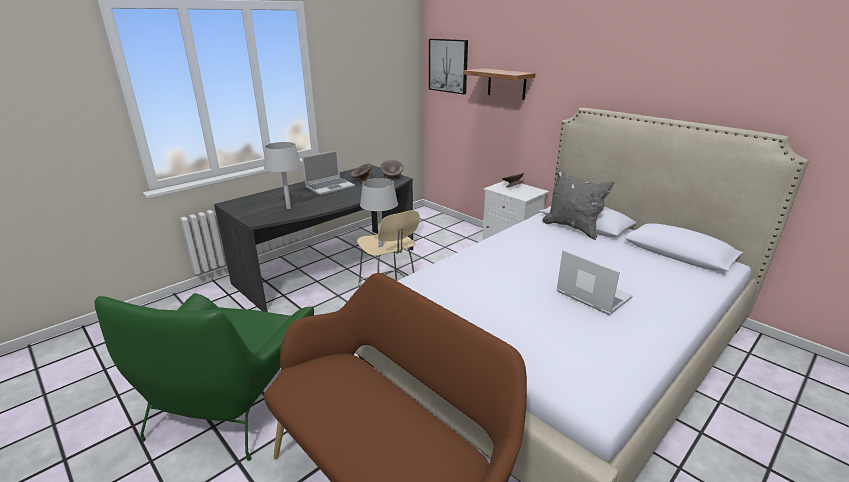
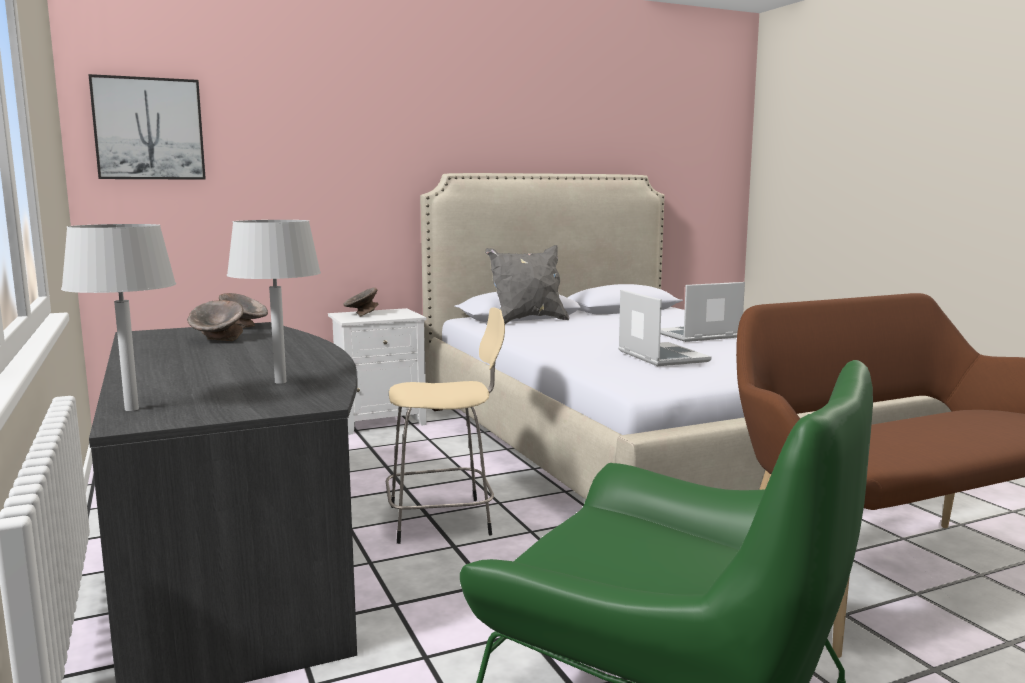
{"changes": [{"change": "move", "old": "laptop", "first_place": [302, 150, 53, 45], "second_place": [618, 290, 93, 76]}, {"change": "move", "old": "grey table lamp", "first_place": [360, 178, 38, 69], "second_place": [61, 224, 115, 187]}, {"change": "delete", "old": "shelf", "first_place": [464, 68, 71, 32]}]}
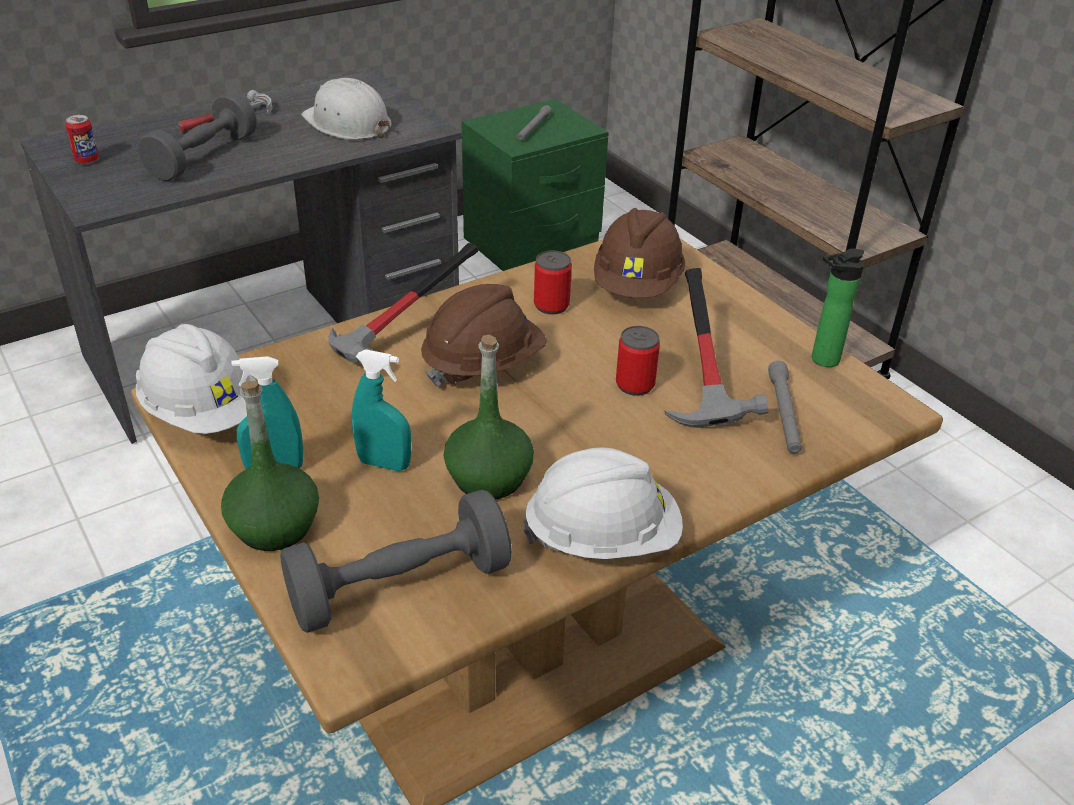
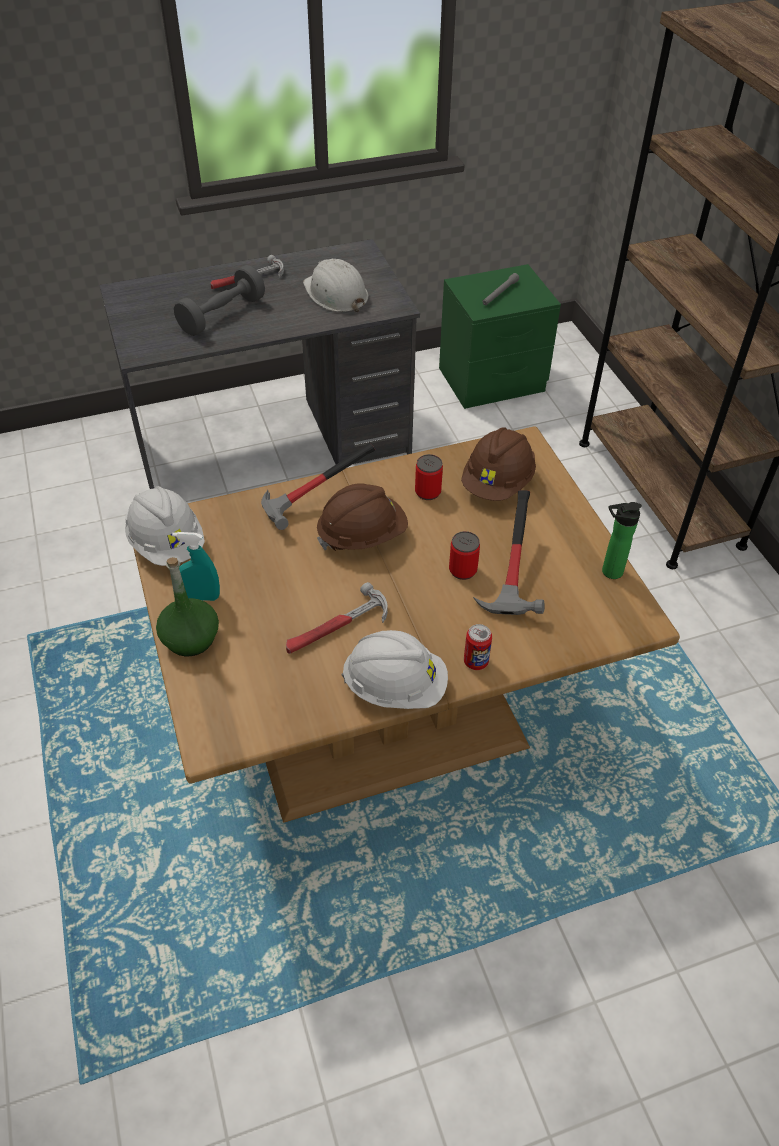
{"changes": [{"change": "move", "old": "can", "first_place": [65, 115, 34, 49], "second_place": [464, 624, 28, 46]}, {"change": "delete", "old": "grey dumbbell", "first_place": [280, 490, 232, 143]}, {"change": "delete", "old": "turquoise spray bottle", "first_place": [352, 350, 59, 121]}, {"change": "replace", "old": "green bottle", "new": "hammer", "first_place": [444, 335, 90, 164], "second_place": [286, 582, 102, 72]}, {"change": "delete", "old": "grey flashlight", "first_place": [768, 361, 34, 93]}]}
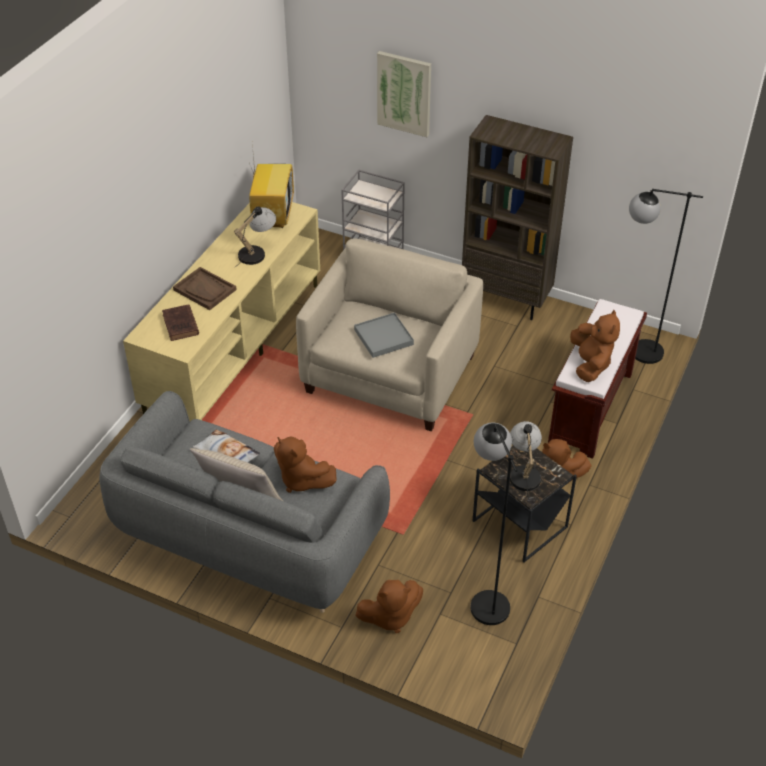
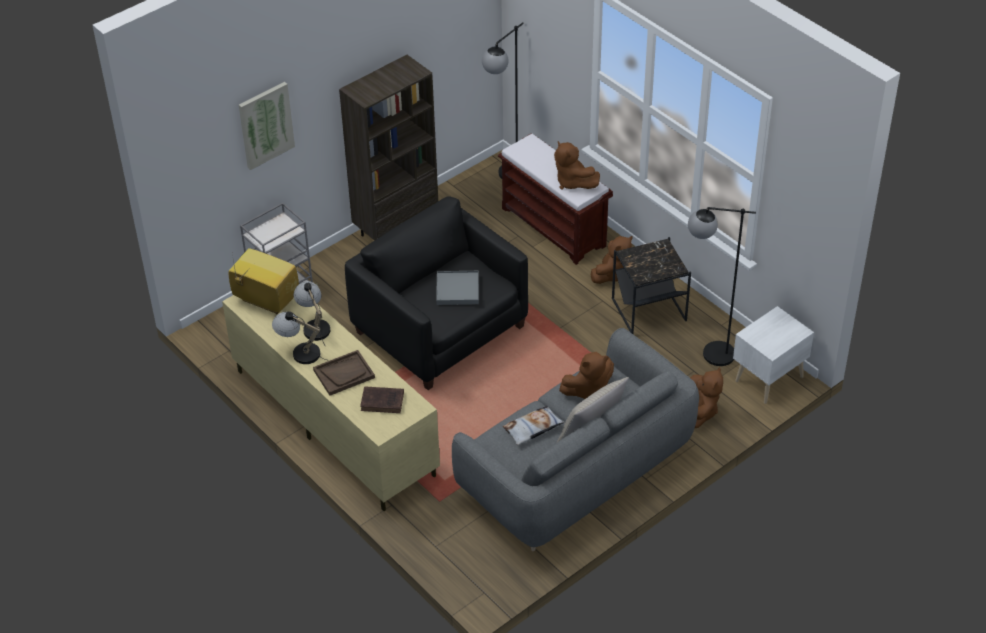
{"changes": [{"change": "recolor", "old": "beige armchair", "new": "black armchair", "first_place": [296, 238, 187, 194], "second_place": [345, 196, 183, 194]}, {"change": "move", "old": "table lamp", "first_place": [510, 421, 32, 79], "second_place": [272, 311, 57, 53]}, {"change": "rotate", "old": "brown plush toy", "first_place": [570, 310, 50, 72], "second_place": [554, 141, 46, 49], "degrees": -150}, {"change": "insert", "new": "white nightstand", "second_place": [733, 306, 81, 98]}]}
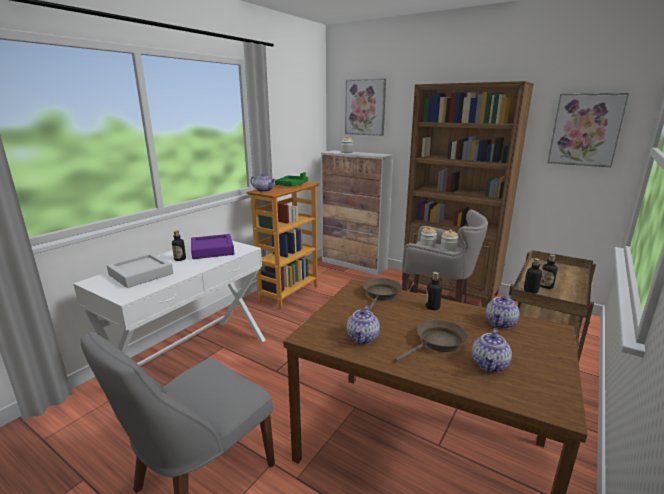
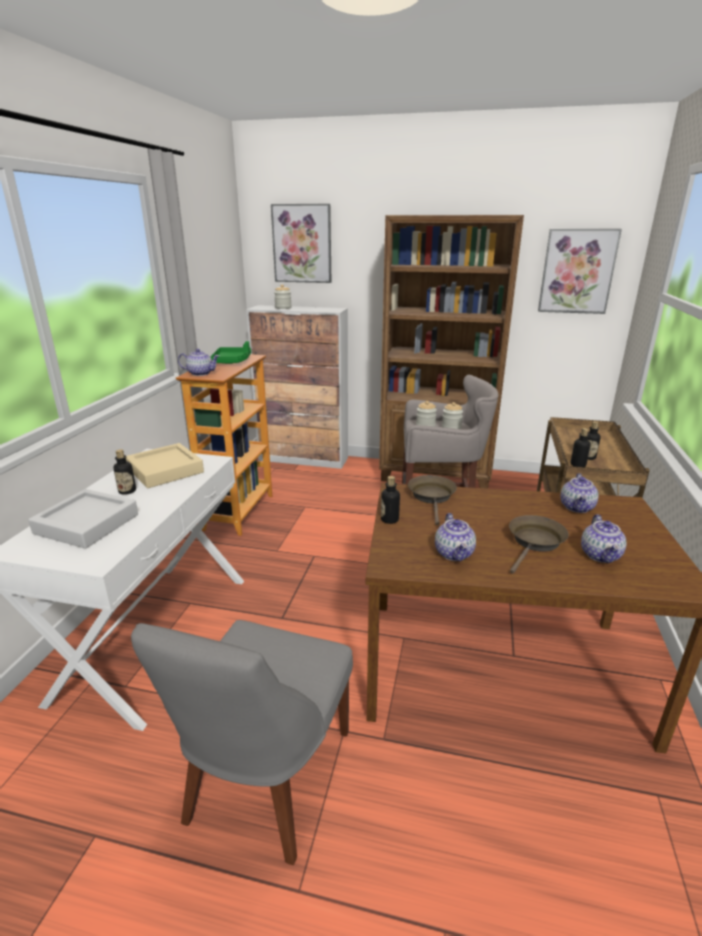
{"changes": [{"change": "recolor", "old": "purple tray", "new": "beige tray", "first_place": [191, 234, 43, 25], "second_place": [126, 443, 78, 45]}, {"change": "move", "old": "bottle", "first_place": [425, 272, 17, 38], "second_place": [381, 476, 19, 48]}]}
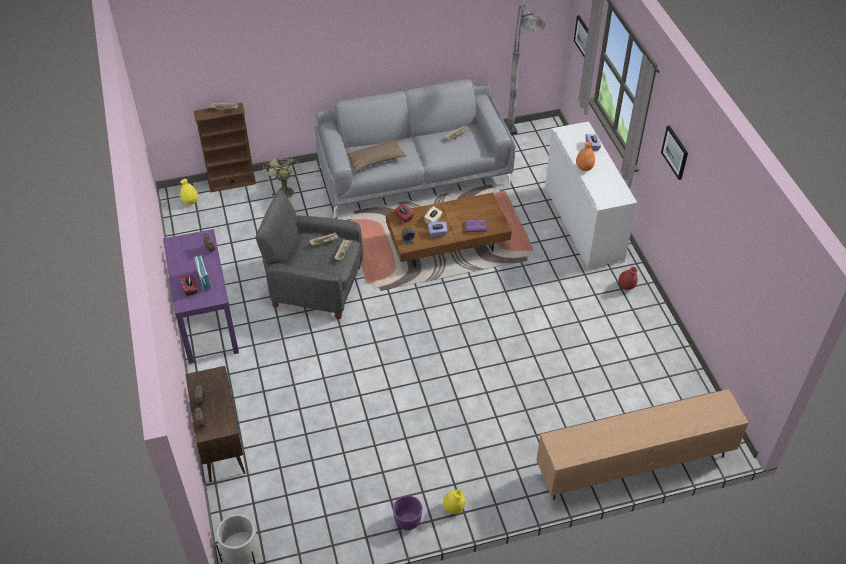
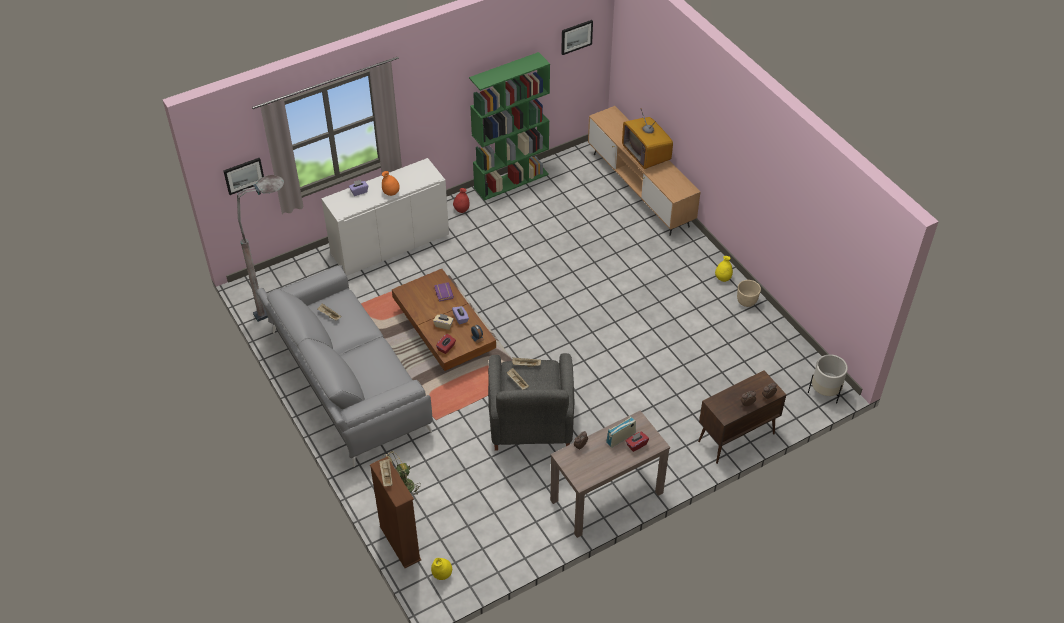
{"changes": [{"change": "recolor", "old": "purple console table", "new": "brown console table", "first_place": [163, 229, 76, 135], "second_place": [550, 410, 120, 128]}, {"change": "delete", "old": "brown pillow", "first_place": [347, 139, 60, 33]}, {"change": "recolor", "old": "purple planter", "new": "beige planter", "first_place": [393, 496, 29, 34], "second_place": [737, 280, 24, 27]}, {"change": "move", "old": "picture", "first_place": [661, 125, 27, 55], "second_place": [561, 20, 32, 35]}, {"change": "insert", "new": "green bookcase", "second_place": [469, 52, 81, 149]}, {"change": "insert", "new": "television", "second_place": [622, 108, 51, 61]}]}
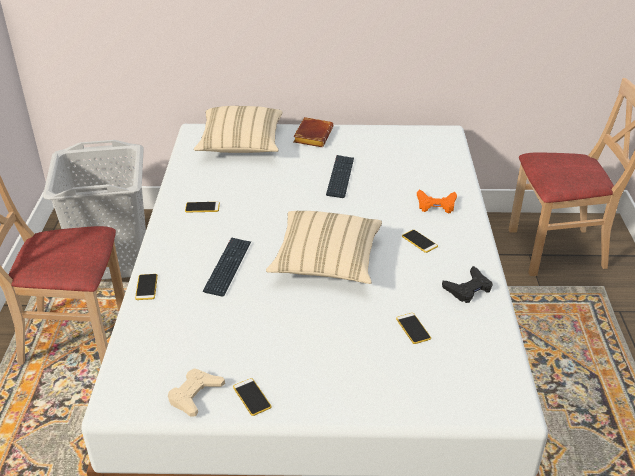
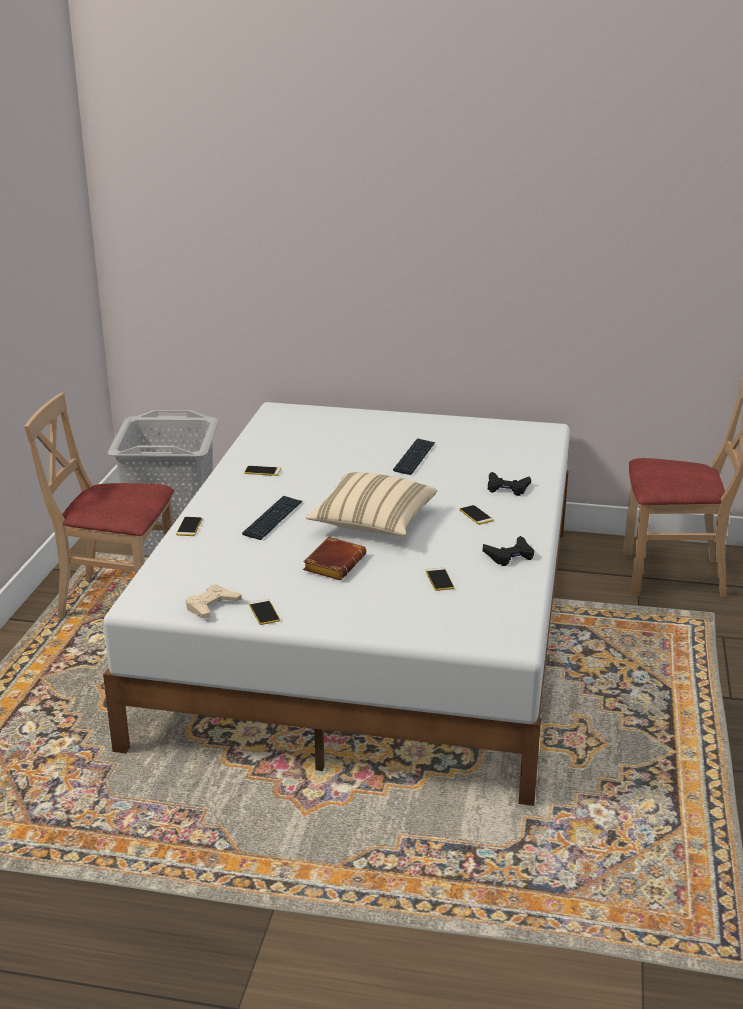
{"changes": [{"change": "delete", "old": "beige pillow", "first_place": [194, 106, 89, 47]}, {"change": "move", "old": "brown book", "first_place": [293, 117, 40, 30], "second_place": [303, 537, 63, 43]}, {"change": "recolor", "old": "orange game controller", "new": "black game controller", "first_place": [417, 190, 40, 24], "second_place": [488, 472, 43, 24]}]}
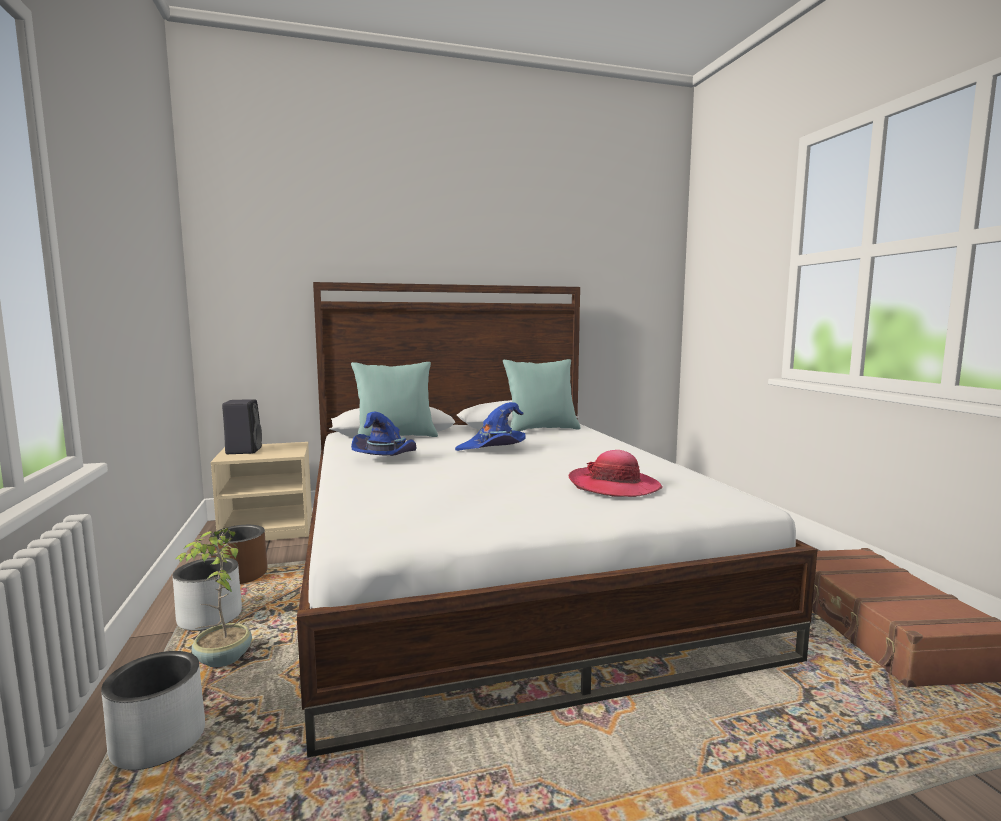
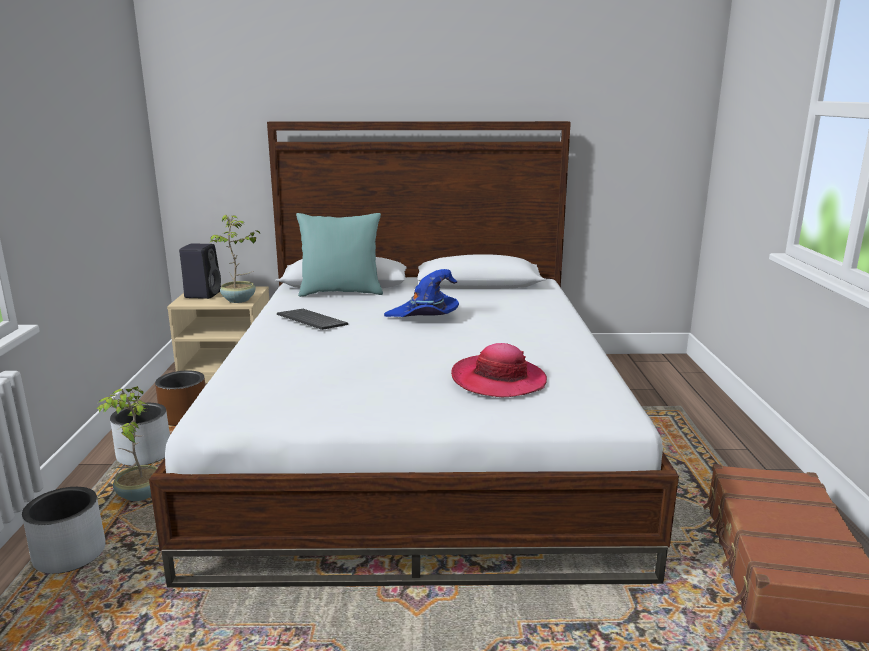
{"changes": [{"change": "replace", "old": "blue hat", "new": "keyboard", "first_place": [351, 412, 65, 44], "second_place": [277, 309, 71, 21]}, {"change": "delete", "old": "turquoise pillow", "first_place": [503, 359, 77, 72]}, {"change": "insert", "new": "potted plant", "second_place": [209, 215, 51, 88]}]}
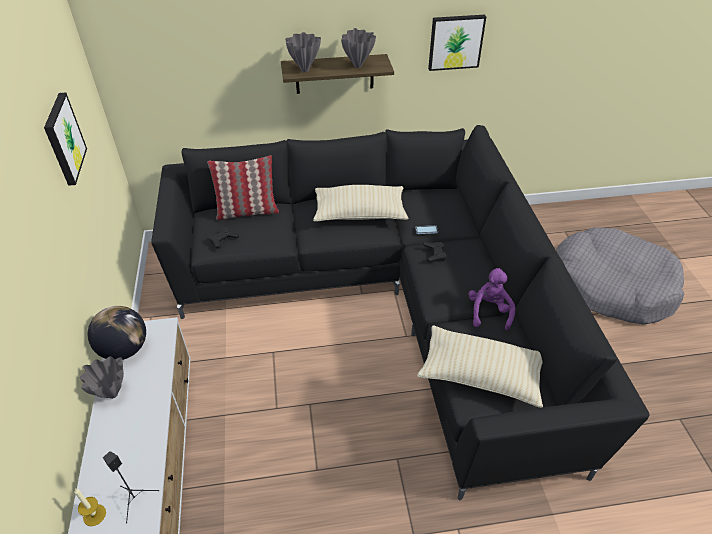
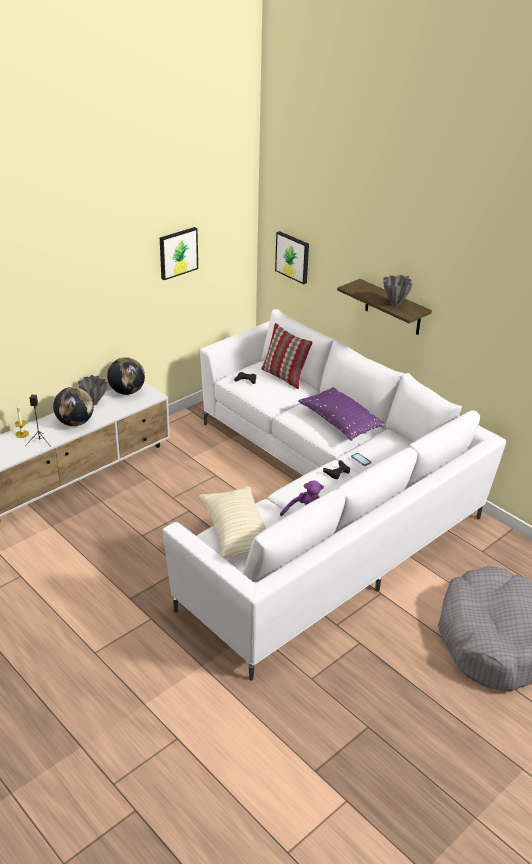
{"changes": [{"change": "recolor", "old": "black sofa", "new": "white sofa", "first_place": [151, 125, 498, 375], "second_place": [163, 309, 343, 372]}, {"change": "delete", "old": "grey vase", "first_place": [285, 32, 36, 40]}, {"change": "recolor", "old": "beige pillow", "new": "purple pillow", "first_place": [313, 185, 96, 37], "second_place": [298, 387, 88, 53]}, {"change": "move", "old": "picture", "first_place": [428, 15, 58, 56], "second_place": [275, 231, 34, 53]}, {"change": "insert", "new": "globe", "second_place": [53, 387, 41, 39]}]}
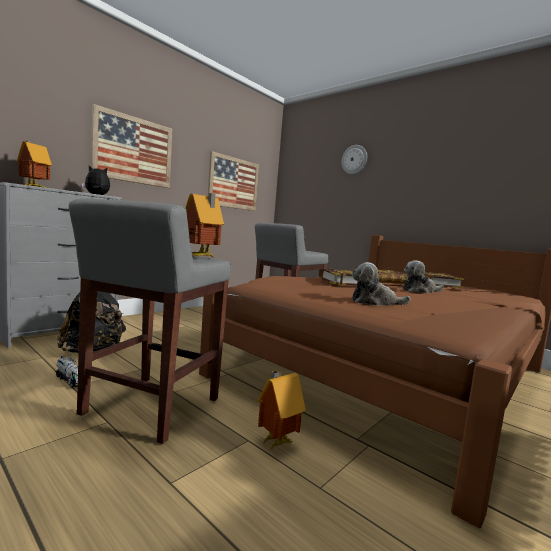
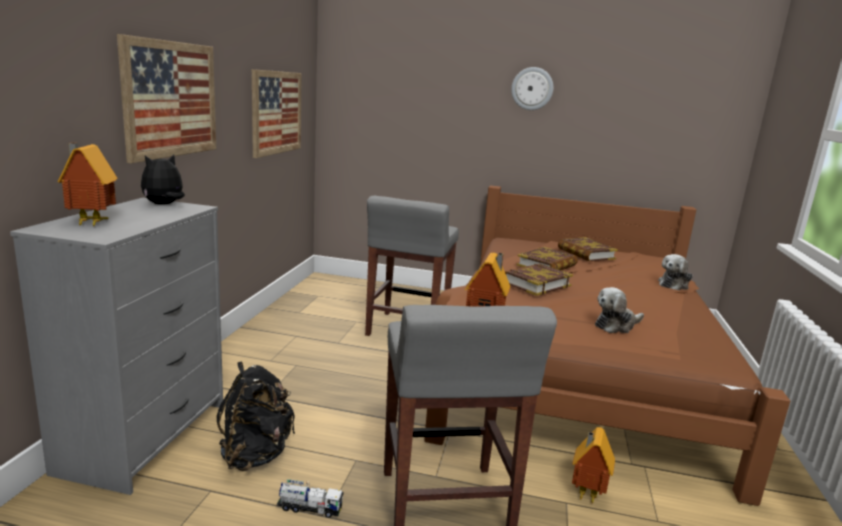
{"changes": [{"change": "move", "old": "wall clock", "first_place": [342, 145, 25, 29], "second_place": [511, 67, 43, 43]}, {"change": "move", "old": "plush toy", "first_place": [403, 260, 41, 33], "second_place": [658, 254, 35, 36]}]}
